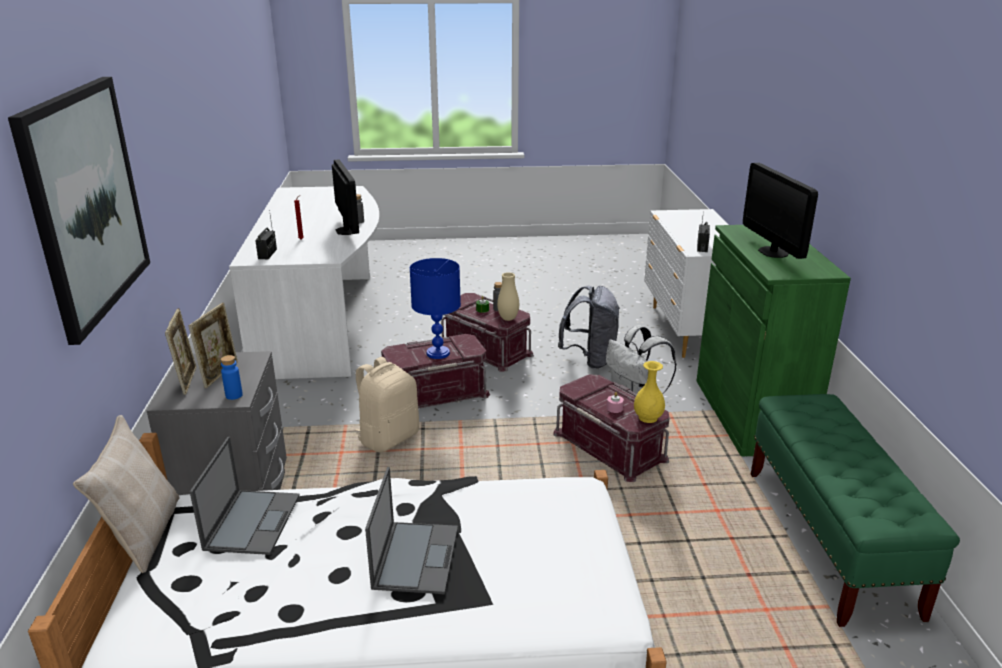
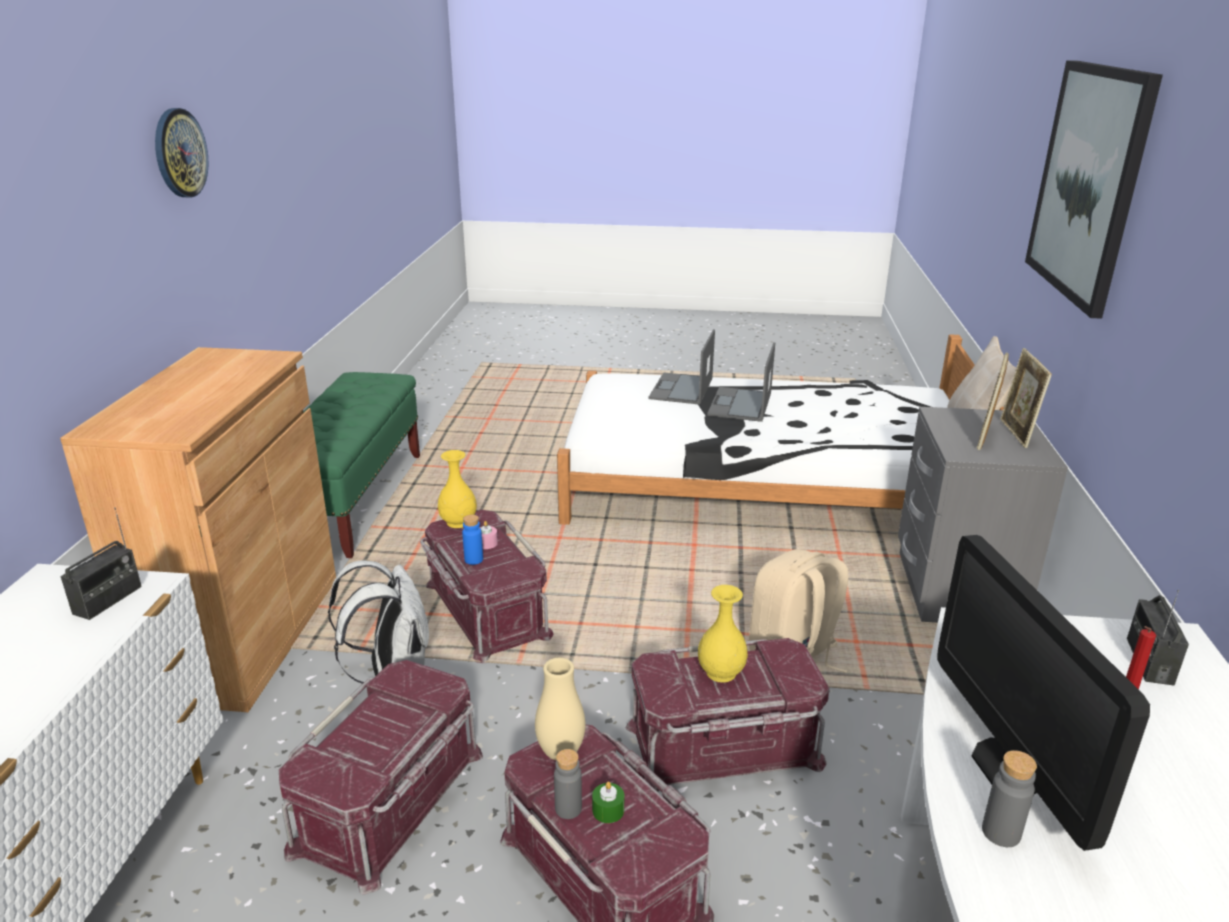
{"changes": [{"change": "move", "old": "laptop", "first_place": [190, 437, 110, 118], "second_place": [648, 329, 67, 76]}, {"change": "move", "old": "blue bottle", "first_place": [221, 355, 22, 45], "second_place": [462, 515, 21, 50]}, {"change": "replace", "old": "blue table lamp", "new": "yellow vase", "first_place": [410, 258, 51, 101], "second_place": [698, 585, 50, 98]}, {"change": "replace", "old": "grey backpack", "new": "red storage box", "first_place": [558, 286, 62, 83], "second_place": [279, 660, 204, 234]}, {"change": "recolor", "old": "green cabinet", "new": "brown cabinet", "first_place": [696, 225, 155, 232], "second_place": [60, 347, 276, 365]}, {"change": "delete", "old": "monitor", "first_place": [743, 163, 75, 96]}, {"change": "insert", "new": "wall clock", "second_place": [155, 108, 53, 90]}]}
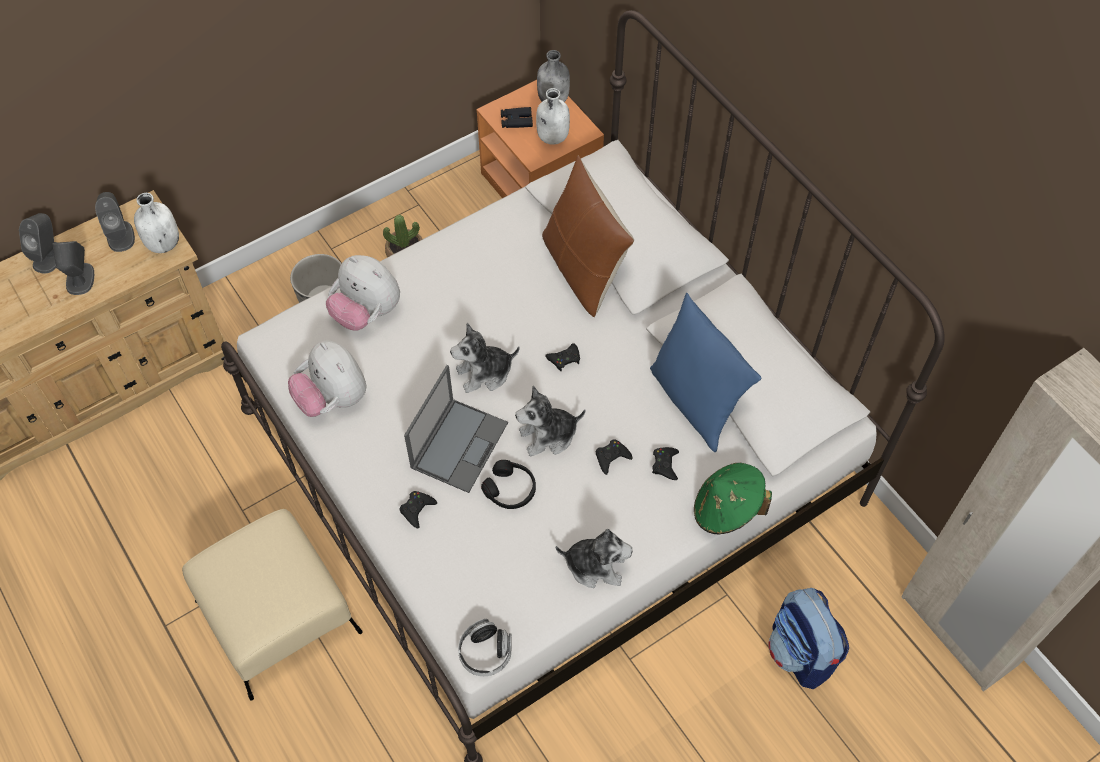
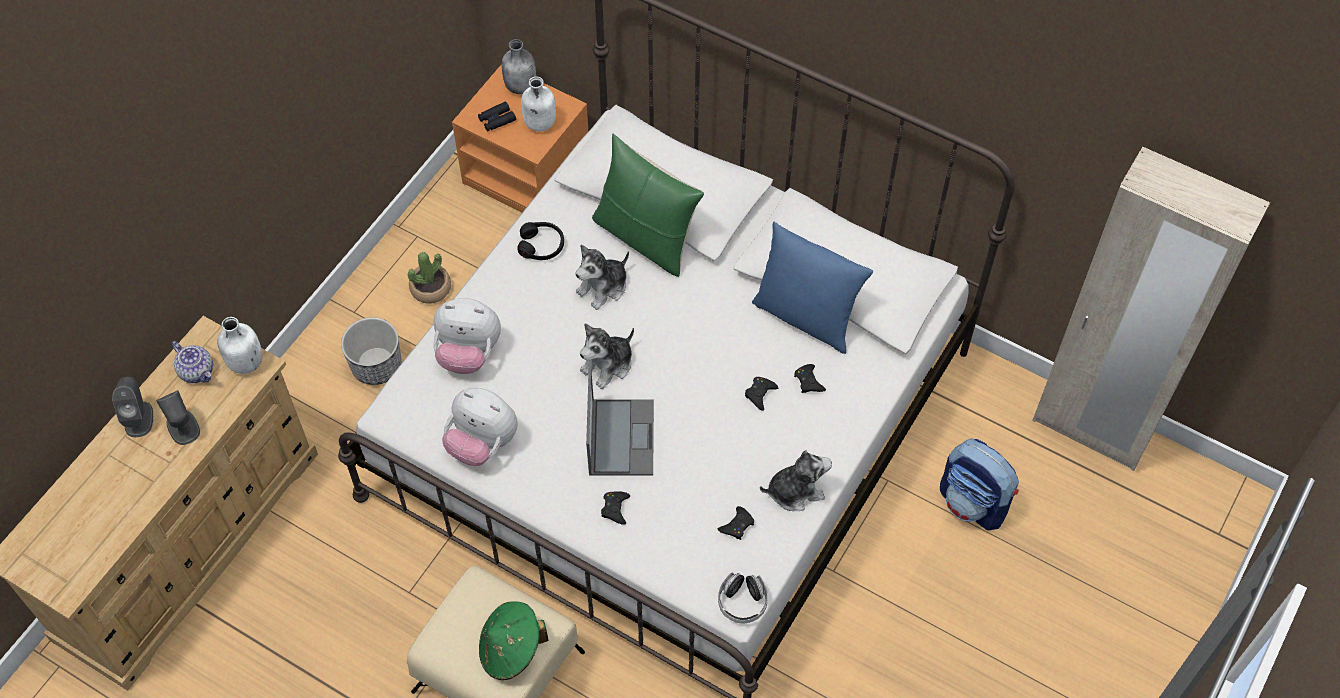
{"changes": [{"change": "replace", "old": "grey speaker", "new": "teapot", "first_place": [95, 192, 40, 60], "second_place": [171, 341, 42, 42]}, {"change": "move", "old": "black headphones", "first_place": [481, 460, 55, 49], "second_place": [517, 222, 47, 38]}, {"change": "move", "old": "plush toy", "first_place": [515, 386, 70, 71], "second_place": [575, 245, 54, 65]}, {"change": "recolor", "old": "brown pillow", "new": "green pillow", "first_place": [542, 156, 92, 161], "second_place": [592, 134, 112, 143]}, {"change": "move", "old": "black game controller", "first_place": [545, 343, 35, 28], "second_place": [717, 506, 37, 34]}, {"change": "move", "old": "green hat", "first_place": [694, 463, 78, 71], "second_place": [479, 601, 69, 79]}]}
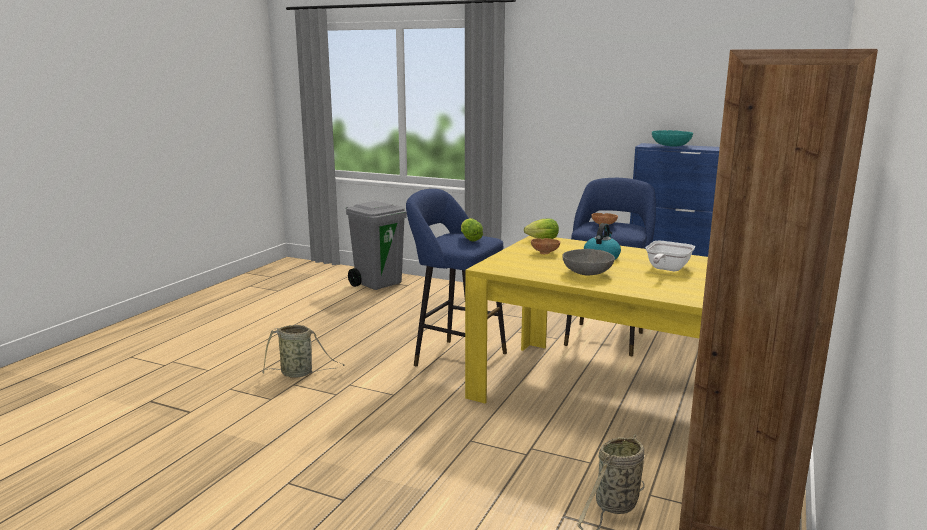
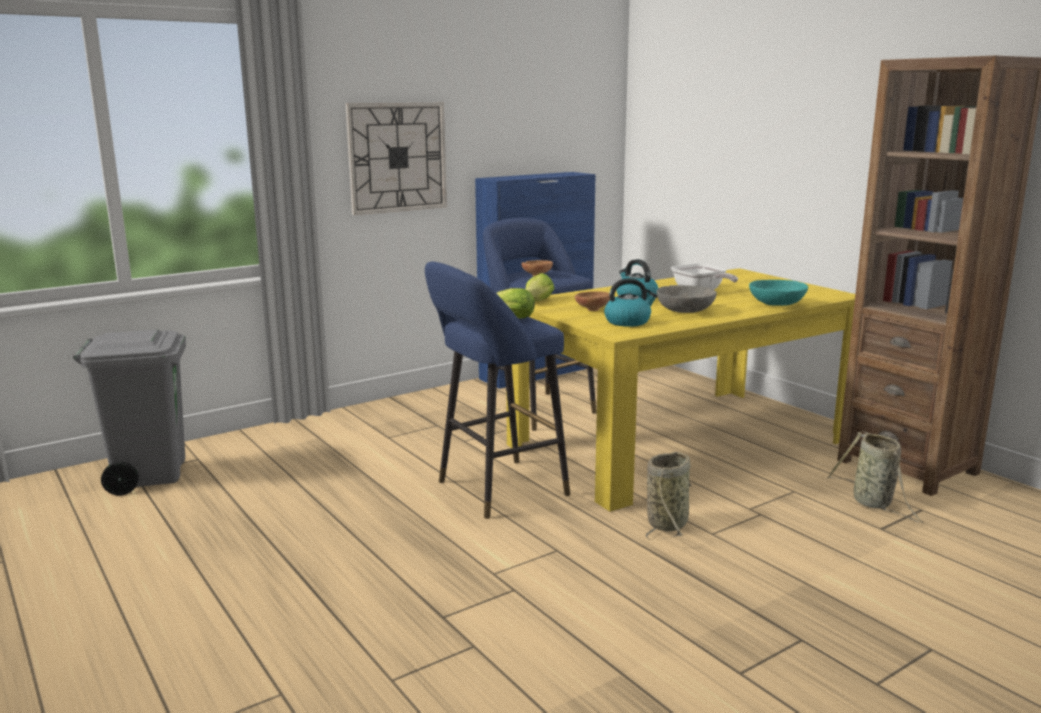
{"changes": [{"change": "move", "old": "basket", "first_place": [262, 325, 83, 53], "second_place": [646, 452, 46, 88]}, {"change": "move", "old": "turquoise bowl", "first_place": [652, 130, 41, 17], "second_place": [749, 280, 59, 26]}, {"change": "insert", "new": "wall clock", "second_place": [345, 103, 102, 112]}, {"change": "insert", "new": "kettle", "second_place": [604, 278, 54, 49]}]}
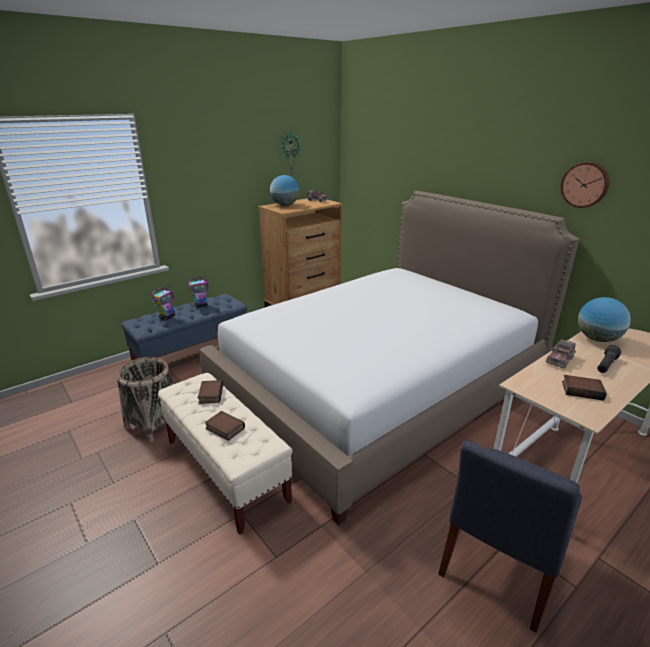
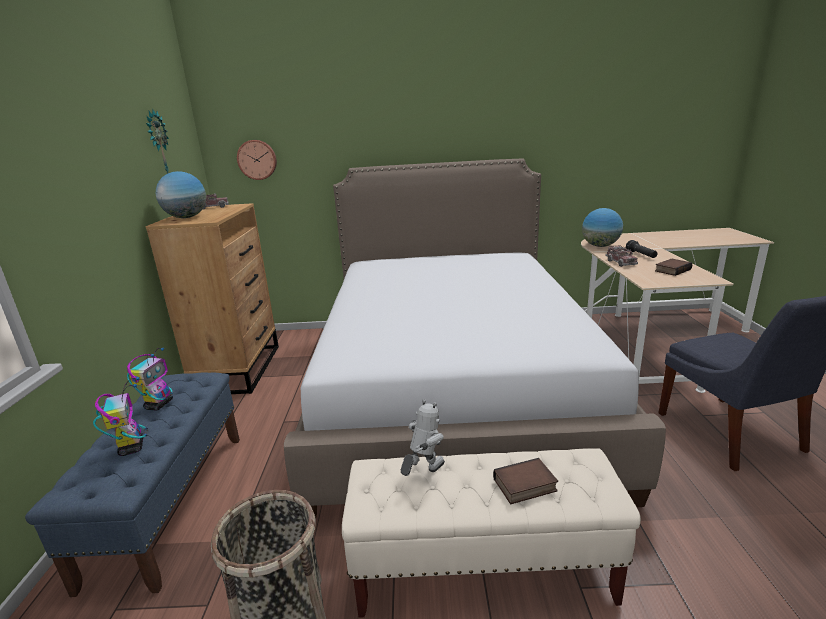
{"changes": [{"change": "replace", "old": "book", "new": "toy robot", "first_place": [198, 380, 25, 24], "second_place": [401, 399, 44, 77]}, {"change": "move", "old": "wall clock", "first_place": [561, 162, 48, 46], "second_place": [237, 140, 40, 40]}]}
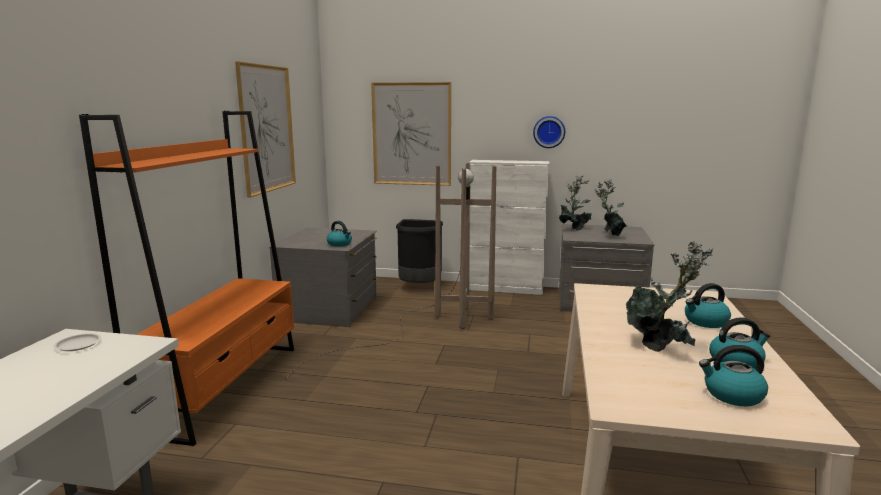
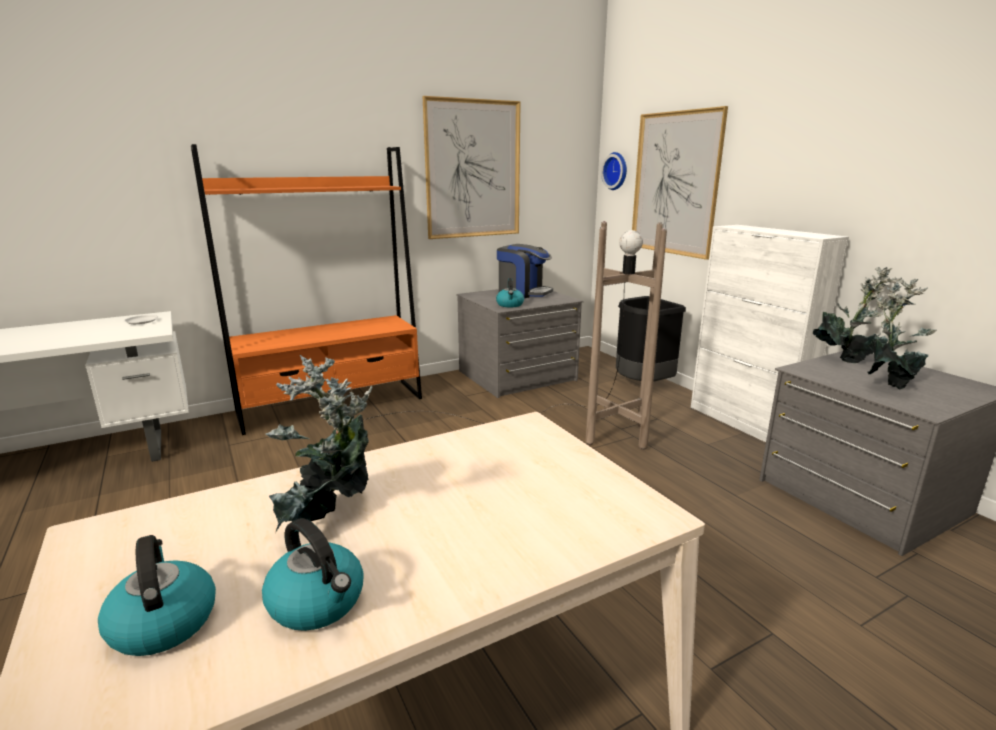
{"changes": [{"change": "move", "old": "wall clock", "first_place": [533, 116, 32, 32], "second_place": [601, 152, 26, 38]}, {"change": "delete", "old": "kettle", "first_place": [685, 283, 46, 45]}, {"change": "insert", "new": "coffee machine", "second_place": [497, 244, 56, 54]}]}
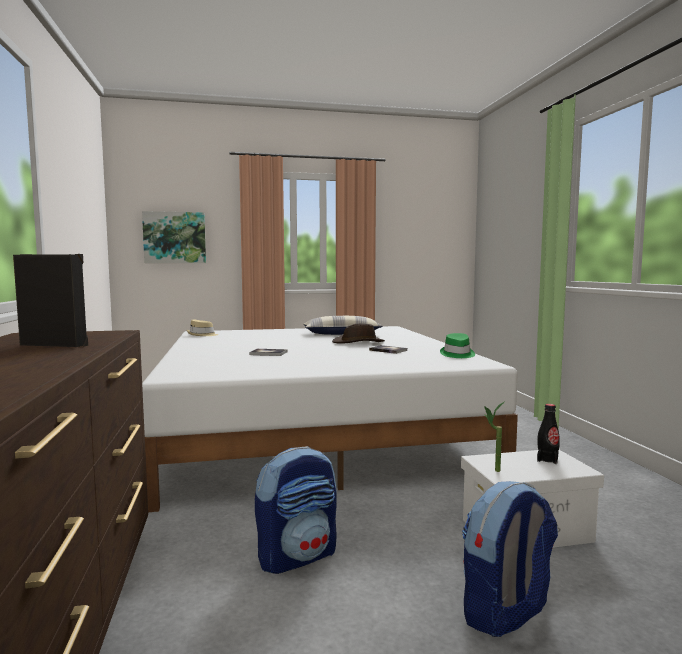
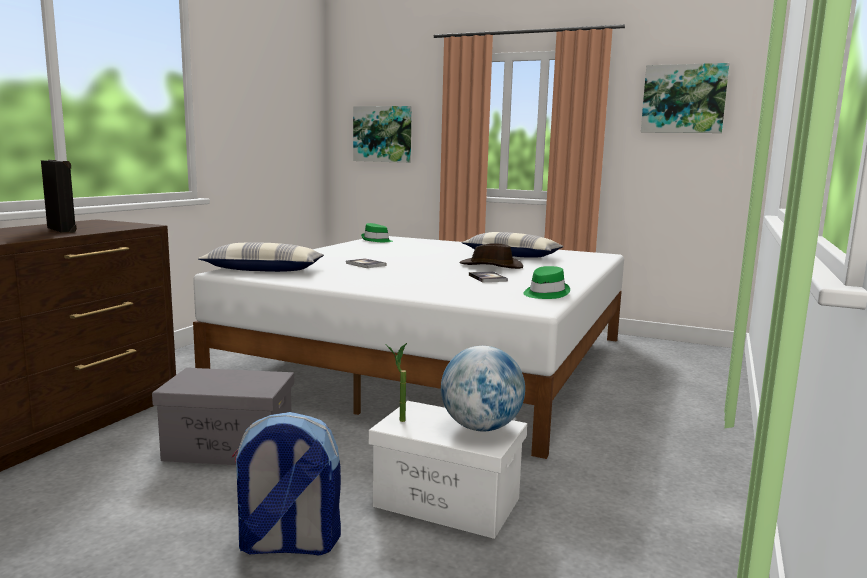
{"changes": [{"change": "recolor", "old": "beige hat", "new": "green hat", "first_place": [187, 319, 31, 17], "second_place": [361, 223, 32, 19]}, {"change": "replace", "old": "backpack", "new": "grey storage box", "first_place": [255, 446, 82, 128], "second_place": [152, 368, 142, 97]}, {"change": "replace", "old": "black bottle", "new": "globe", "first_place": [537, 404, 23, 60], "second_place": [441, 346, 84, 85]}, {"change": "insert", "new": "pillow", "second_place": [198, 242, 126, 30]}, {"change": "insert", "new": "picture", "second_place": [641, 63, 88, 70]}]}
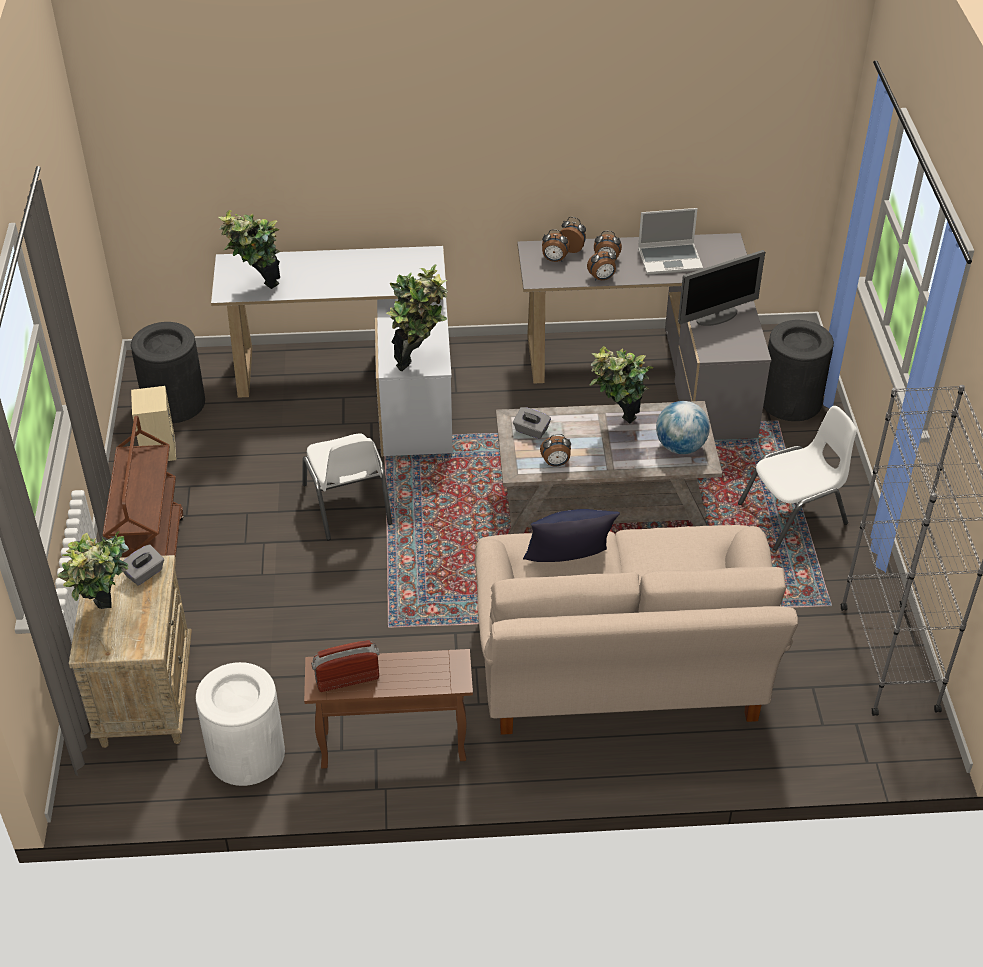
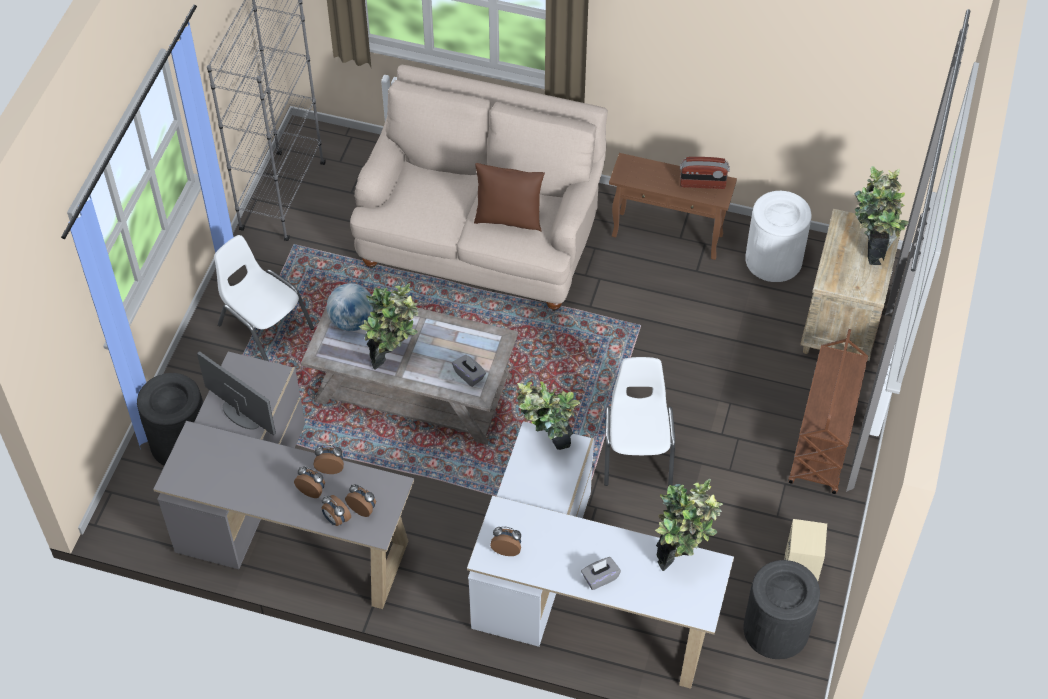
{"changes": [{"change": "move", "old": "grey tissue box", "first_place": [123, 544, 41, 41], "second_place": [581, 557, 40, 33]}, {"change": "recolor", "old": "blue pillow", "new": "brown pillow", "first_place": [523, 509, 97, 53], "second_place": [474, 163, 71, 69]}, {"change": "move", "old": "alarm clock", "first_place": [540, 434, 31, 32], "second_place": [490, 526, 31, 30]}, {"change": "delete", "old": "laptop", "first_place": [638, 208, 65, 67]}, {"change": "rotate", "old": "monitor", "first_place": [678, 250, 87, 76], "second_place": [197, 351, 79, 84], "degrees": 45}, {"change": "rotate", "old": "white chair", "first_place": [738, 406, 119, 144], "second_place": [214, 235, 100, 126], "degrees": 45}]}
